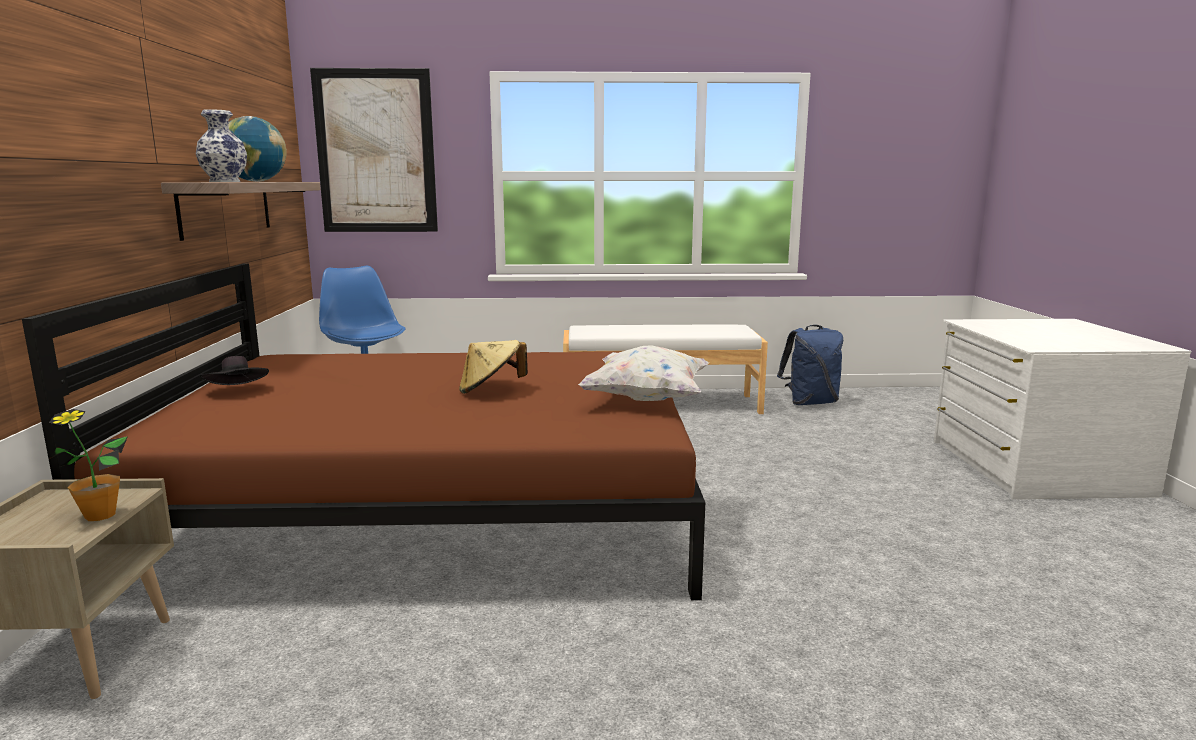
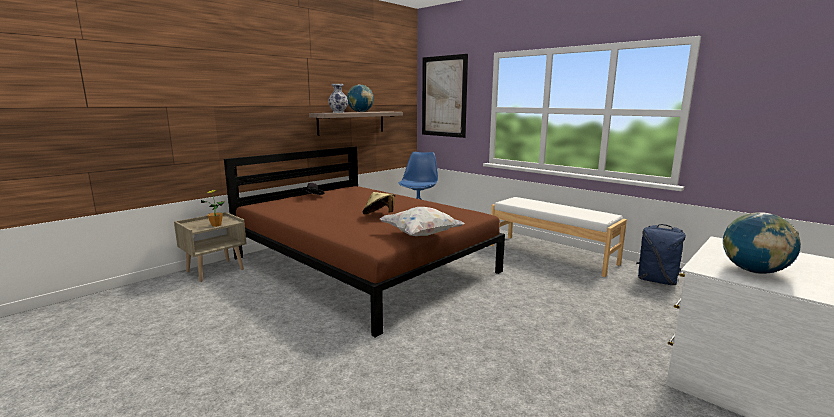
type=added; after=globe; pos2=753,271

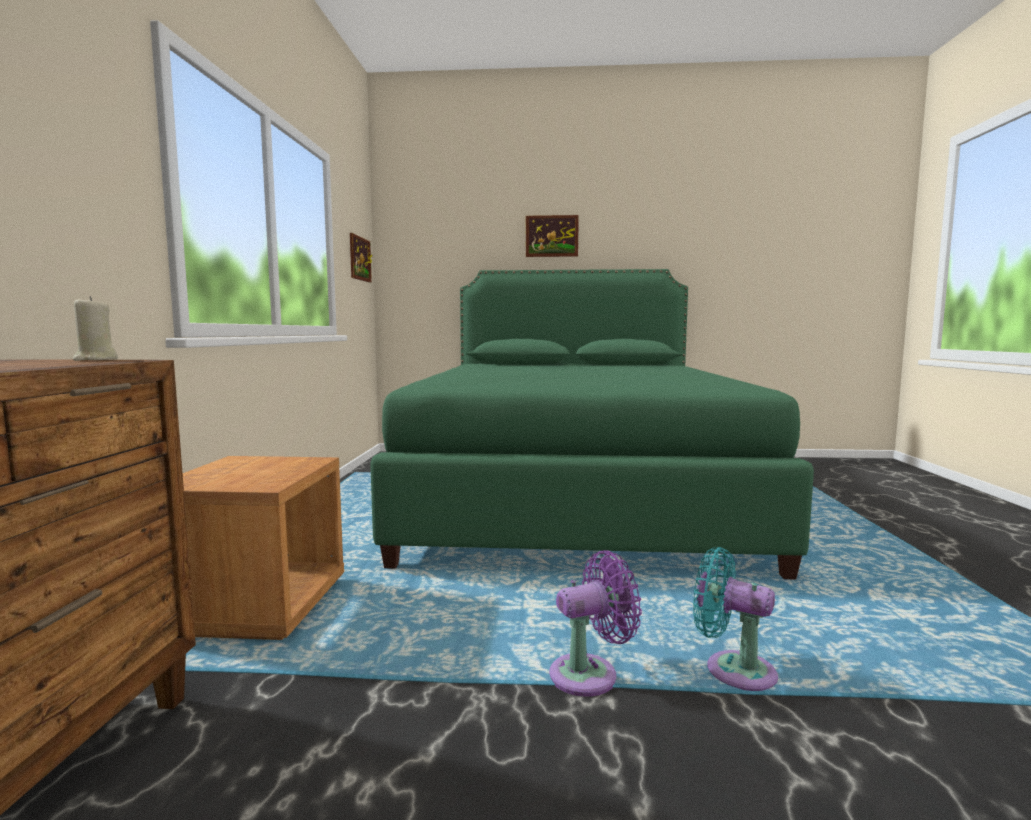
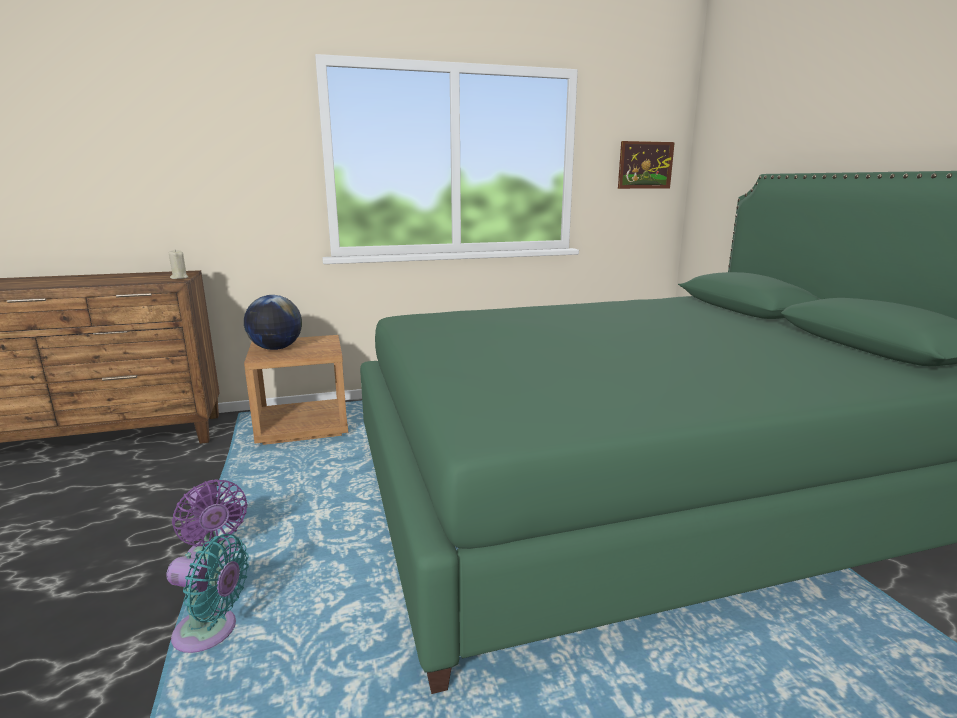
type=removed; before=wall picture; pos1=551,236
type=added; after=globe; pos2=276,348
type=turned; before=fan in turquoise; pos1=733,670; pos2=211,632; turn=90

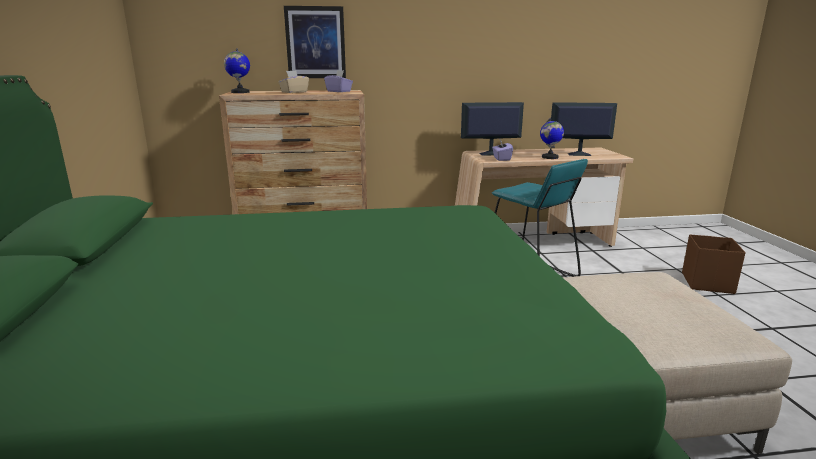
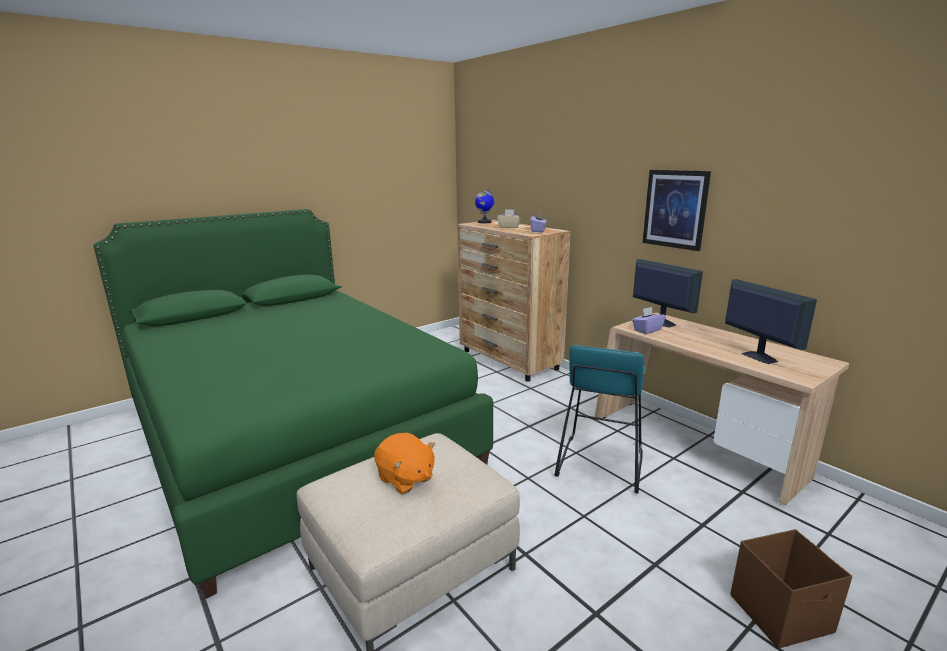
type=removed; before=globe; pos1=549,157
type=added; after=soft toy in orangey; pos2=405,479
type=moved; before=wall picture; pos1=315,43; pos2=675,209

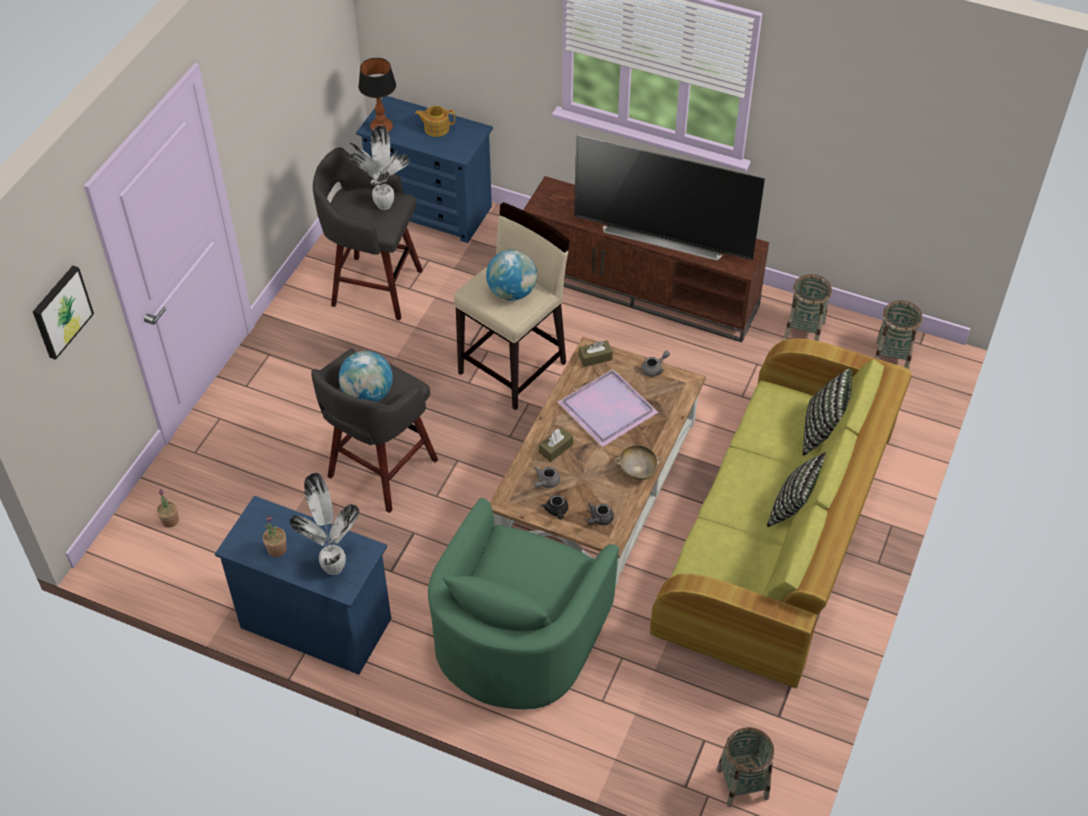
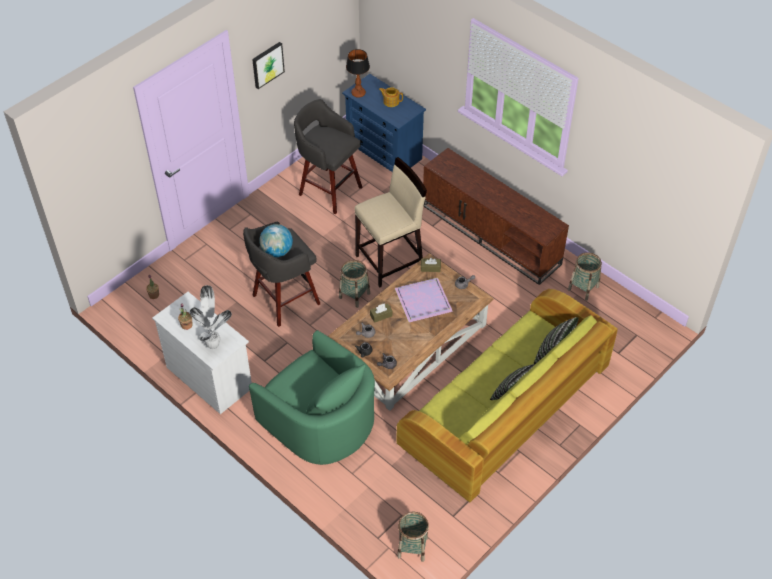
type=removed; before=plant in a pot; pos1=382,205
type=removed; before=globe; pos1=512,292
type=removed; before=TV set; pos1=664,235
type=removed; before=bowl in beige; pos1=637,470
type=moved; before=wall picture; pos1=61,311; pos2=267,64
type=moved; before=basket; pos1=891,356; pos2=354,295
type=recoloured; before=drawer chest in blue; after=drawer chest in whitish; pos1=315,622; pos2=209,377
type=turned; before=armchair in greenish; pos1=517,636; pos2=320,421; turn=-90

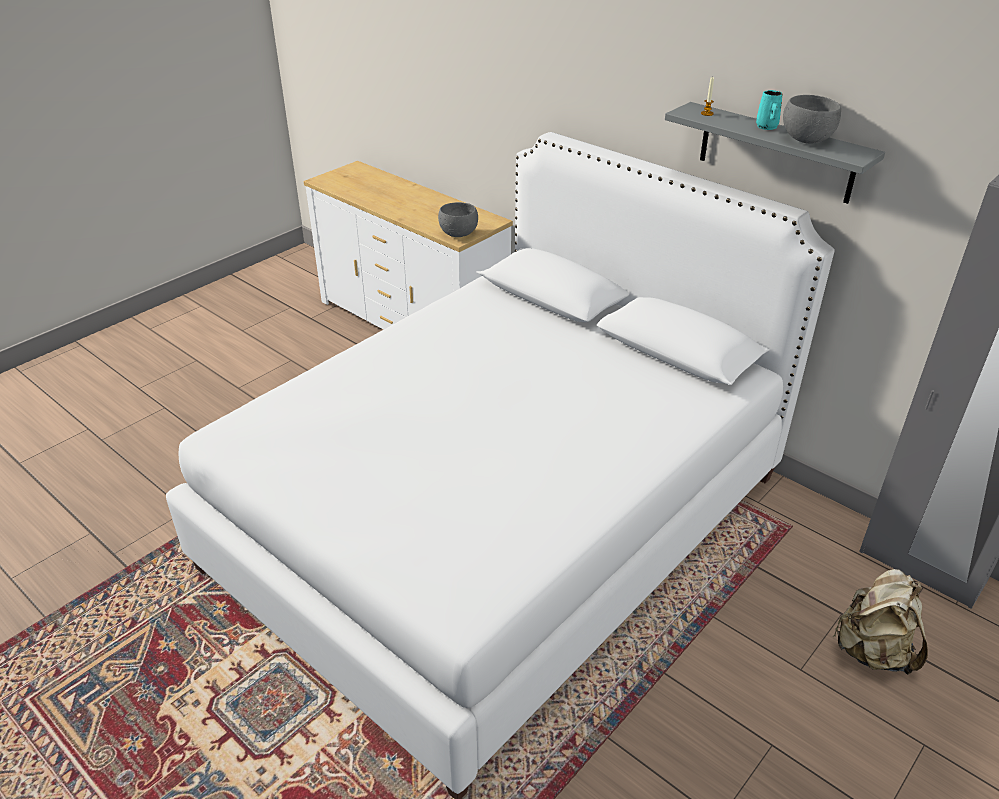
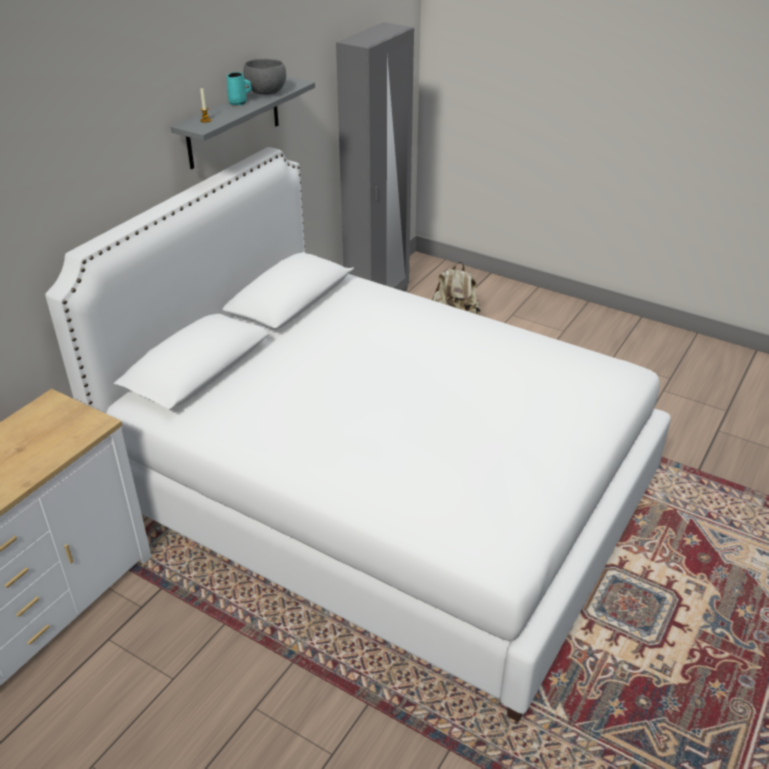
type=removed; before=bowl in gray; pos1=459,234

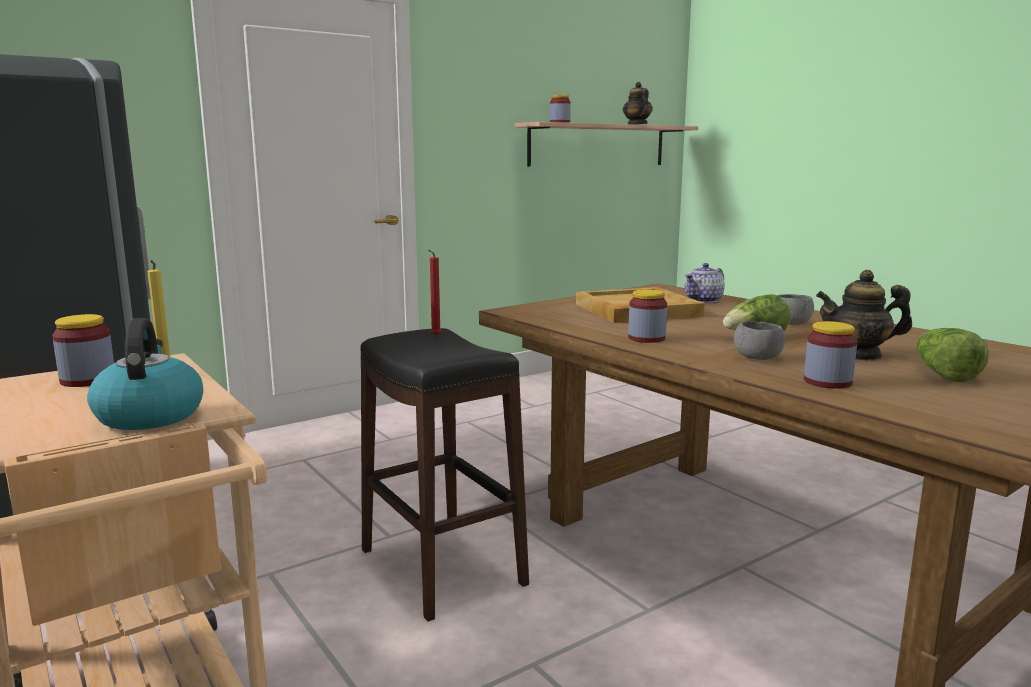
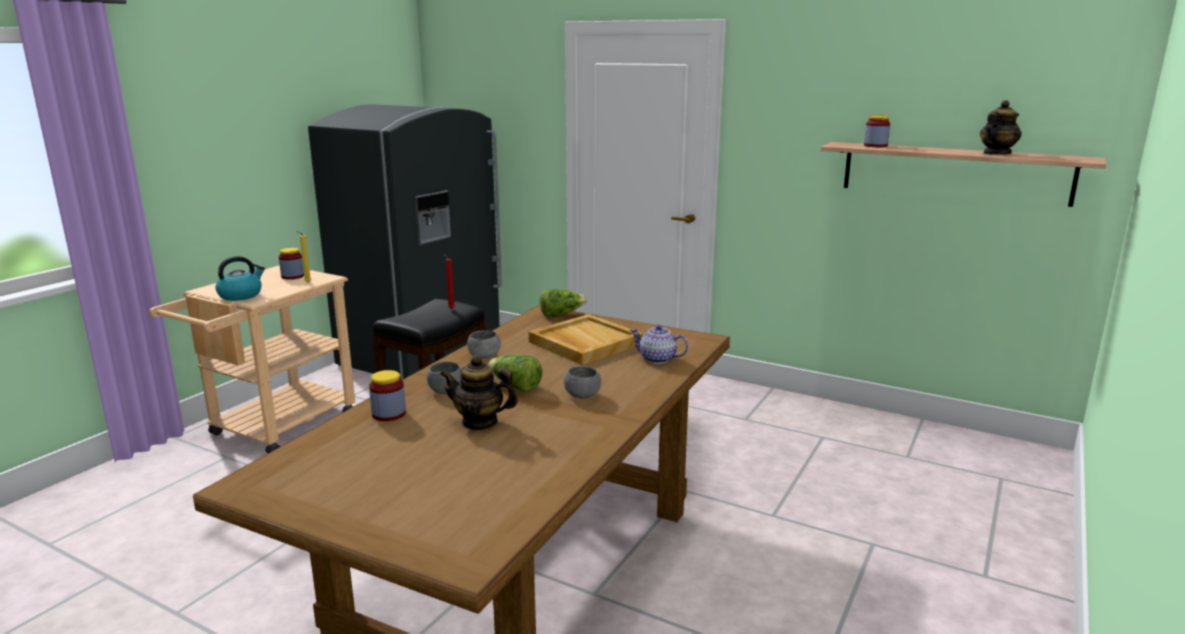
type=moved; before=lettuce; pos1=943,374; pos2=561,314
type=replaced; before=jar; after=bowl in gray; pos1=646,338; pos2=484,356
type=turned; before=teapot; pos1=858,355; pos2=479,422; turn=-60

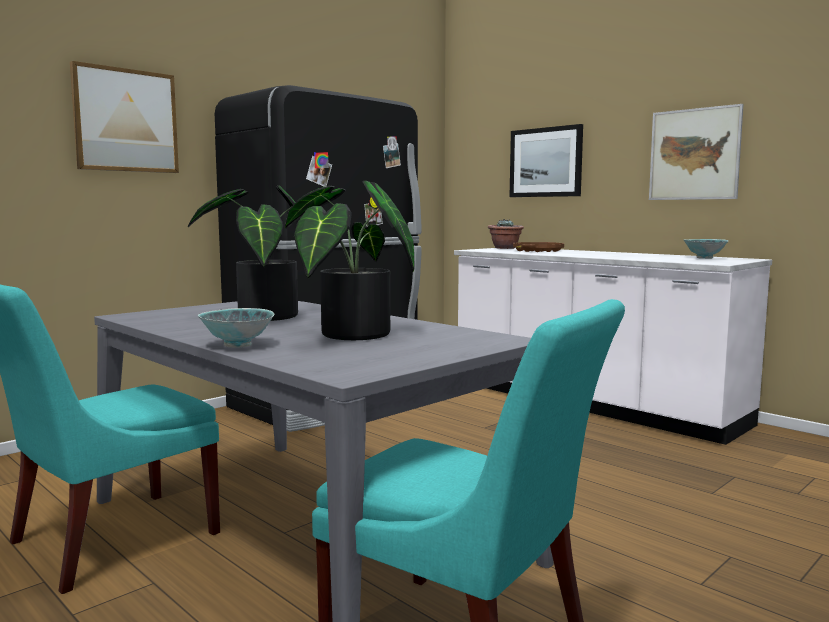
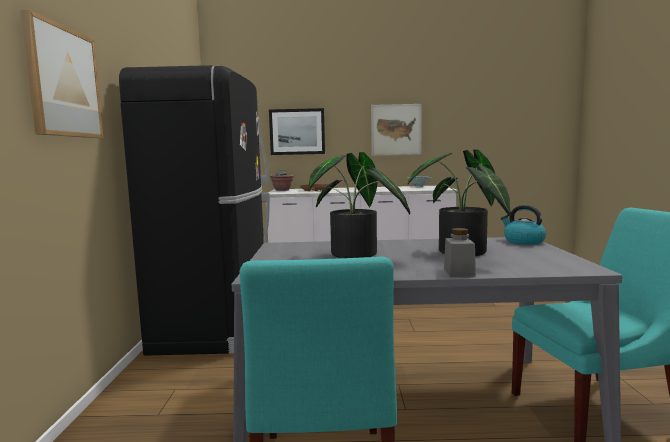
type=added; after=kettle; pos2=523,241
type=replaced; before=bowl; after=jar in gray; pos1=237,345; pos2=459,272

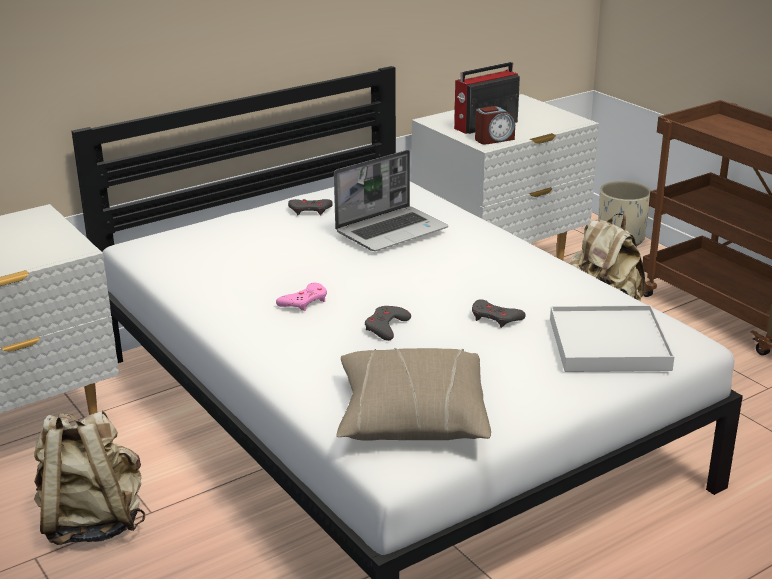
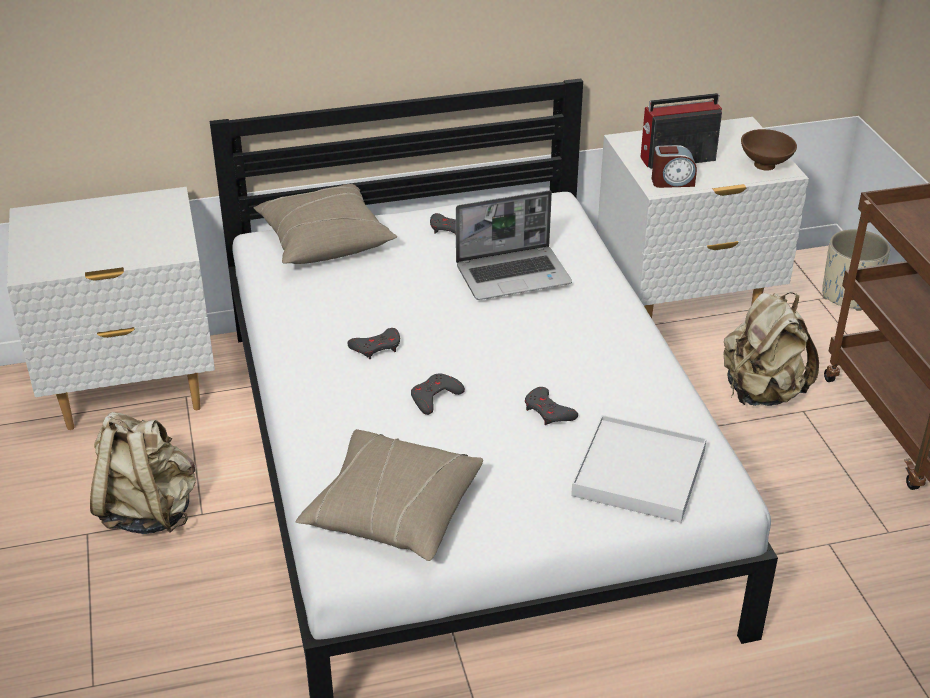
type=added; after=throw pillow in beige; pos2=324,241
type=added; after=bowl in brownish; pos2=766,165
type=recoloured; before=game controller in pink; after=game controller in gray; pos1=304,301; pos2=376,347

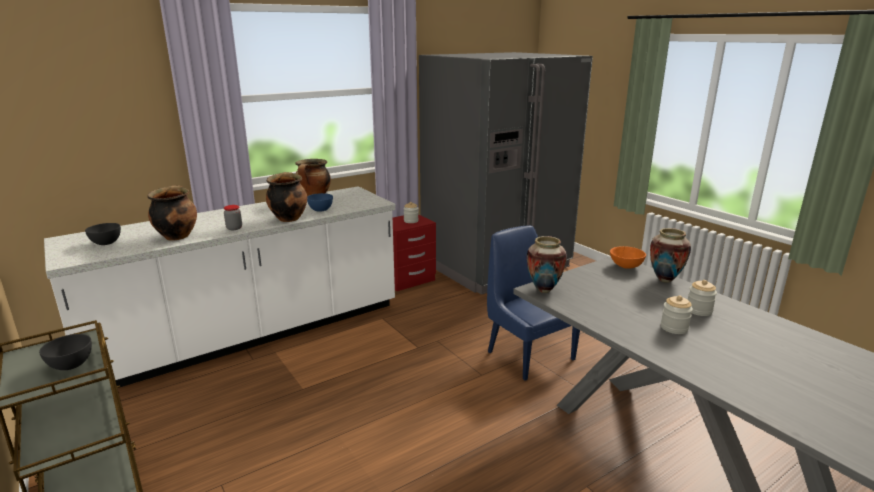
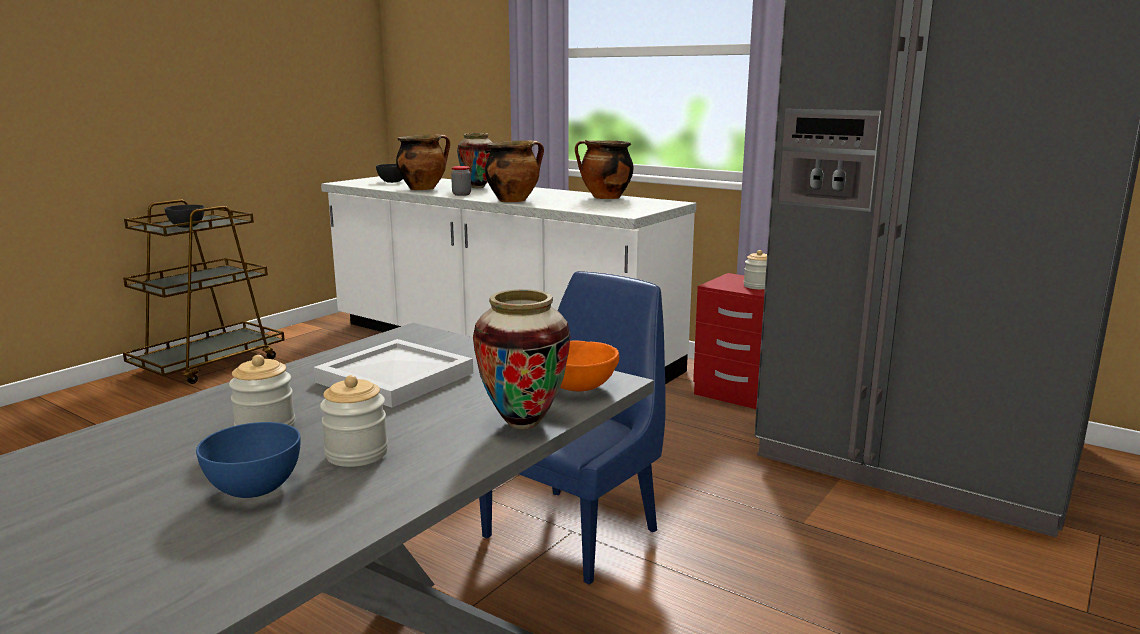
type=added; after=serving tray in whitish; pos2=392,378
type=moved; before=bowl in blue; pos1=320,210; pos2=254,488
type=moved; before=flower vase; pos1=543,290; pos2=477,187

